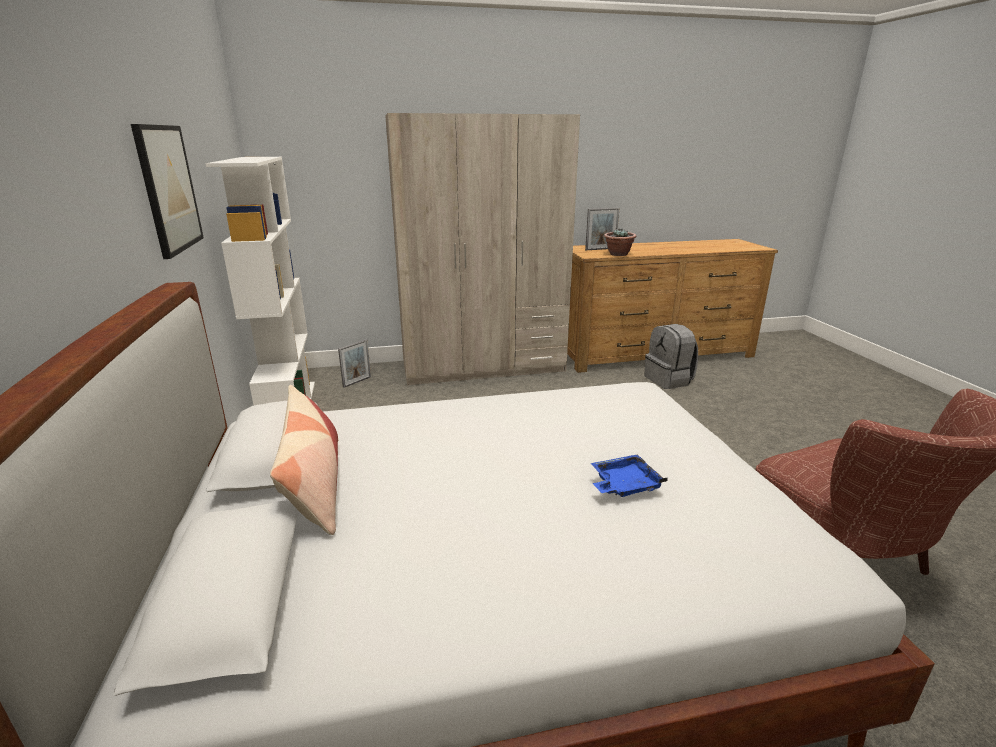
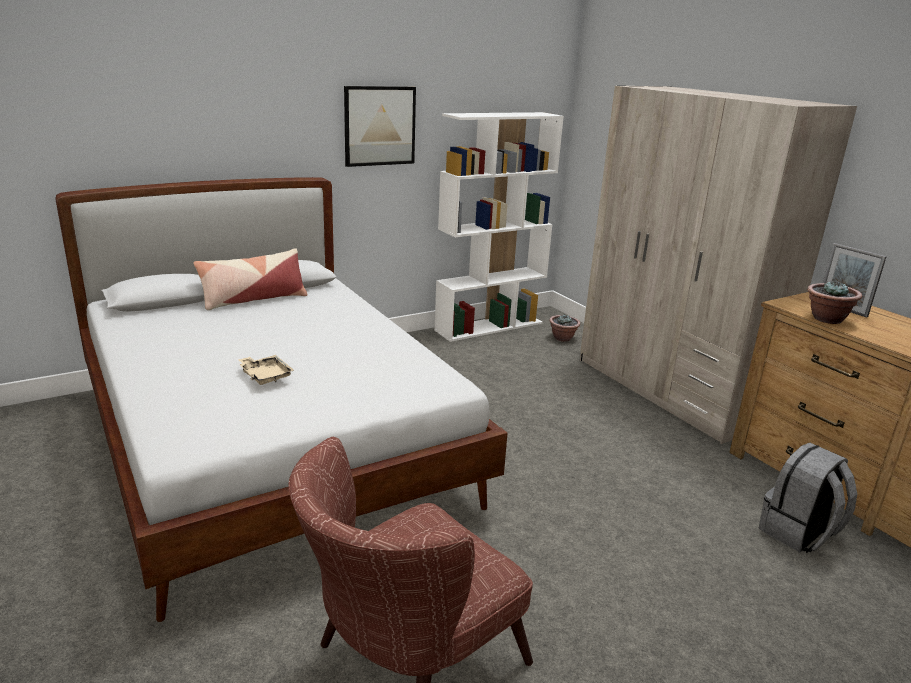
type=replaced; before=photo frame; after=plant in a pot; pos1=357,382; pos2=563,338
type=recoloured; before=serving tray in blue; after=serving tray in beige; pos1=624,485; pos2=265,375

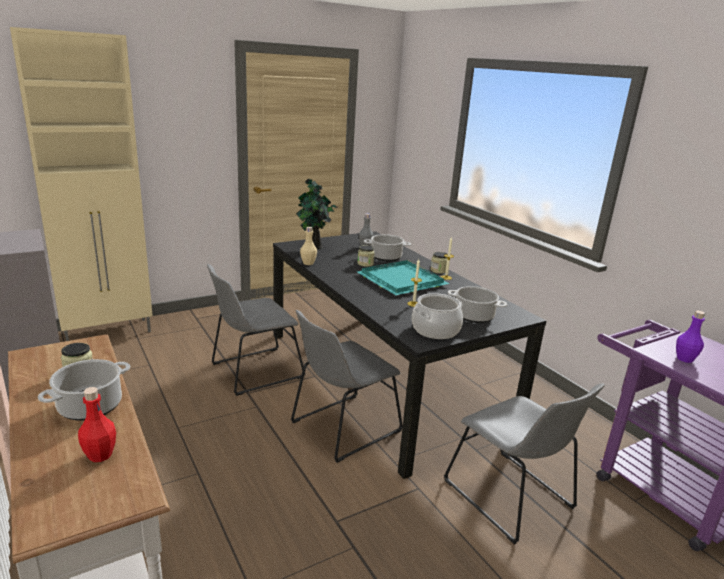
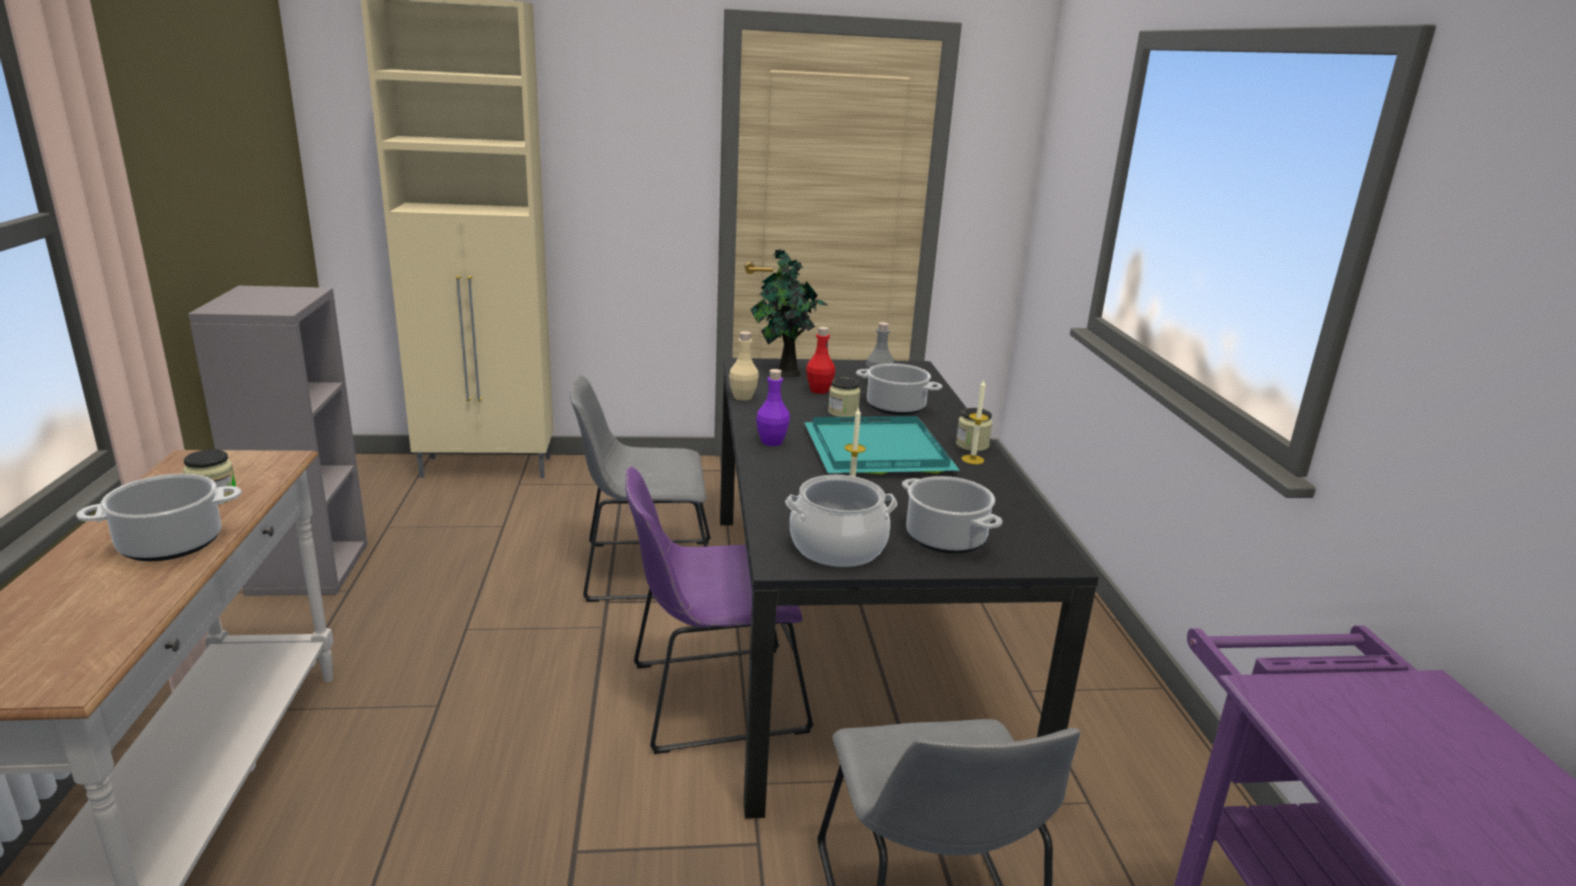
type=moved; before=beverage bottle in red; pos1=100,455; pos2=819,390
type=moved; before=beverage bottle in purplish; pos1=684,359; pos2=772,442
type=recoloured; before=chair in gray; after=chair in purplish; pos1=342,428; pos2=710,698

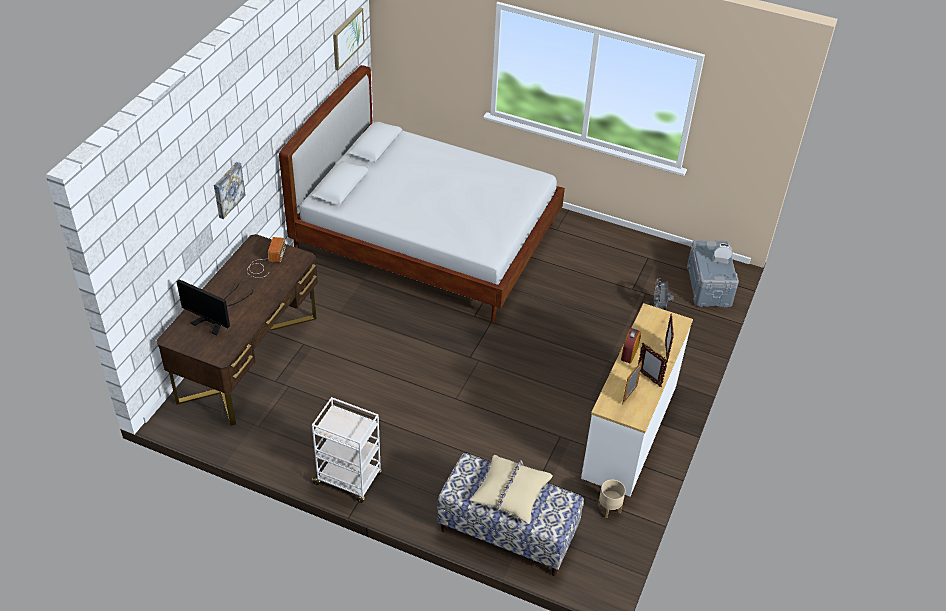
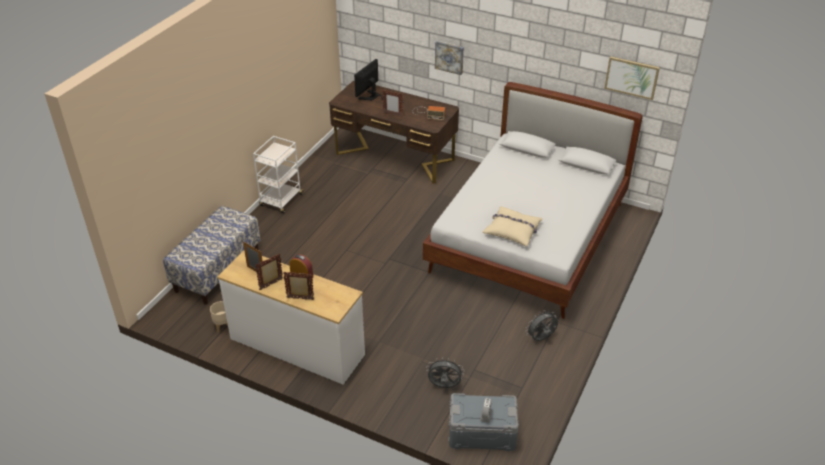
type=added; after=photo frame; pos2=392,114
type=added; after=fan in gray; pos2=541,339
type=moved; before=throw pillow in beige; pos1=511,492; pos2=513,230

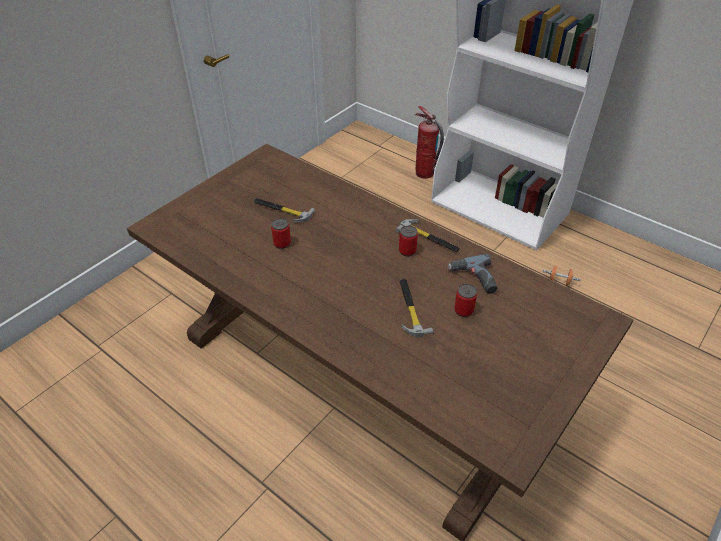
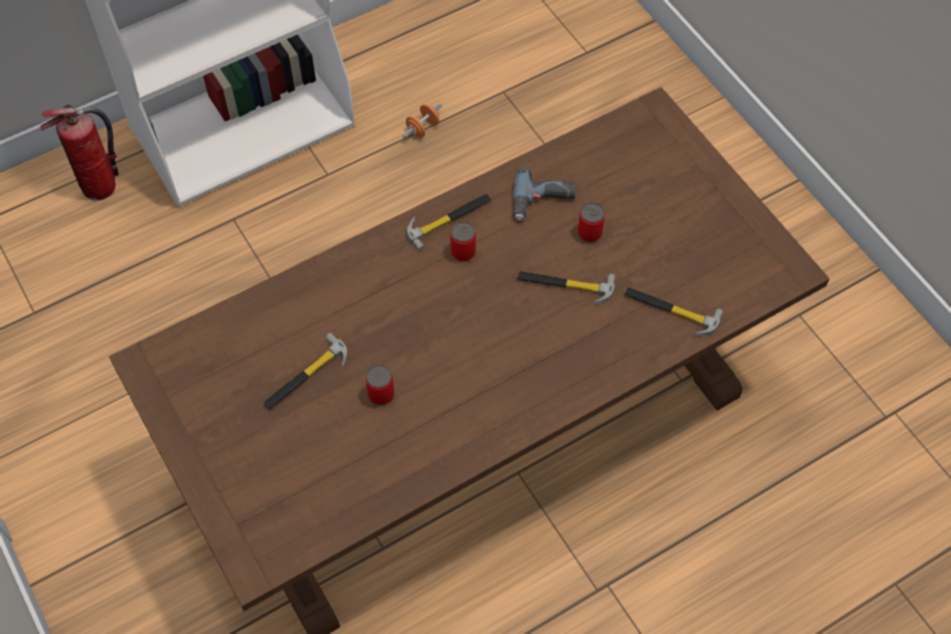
type=added; after=hand hammer; pos2=670,311

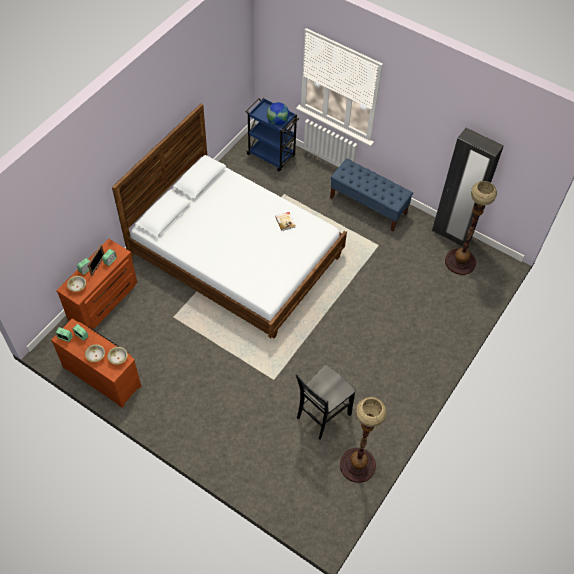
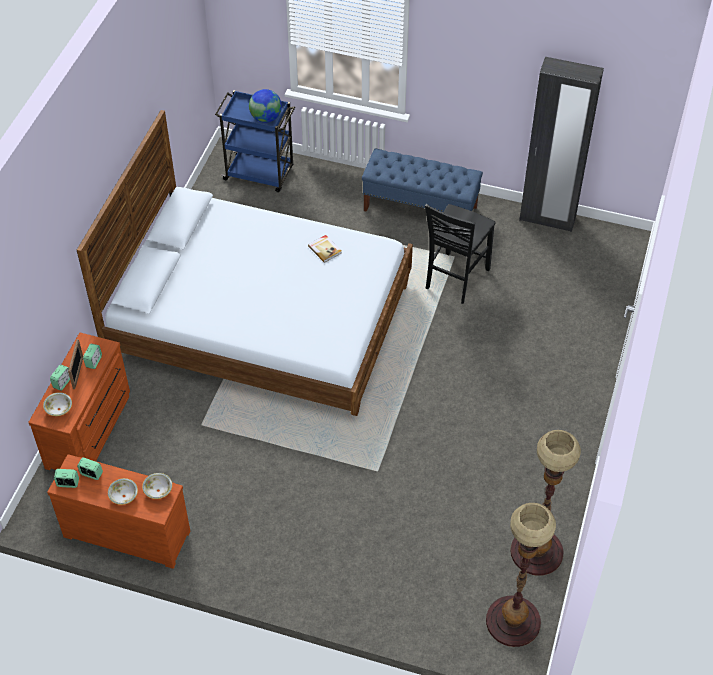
type=moved; before=chair in blackish; pos1=322,416; pos2=455,279
type=moved; before=standing lamp; pos1=460,262; pos2=513,621

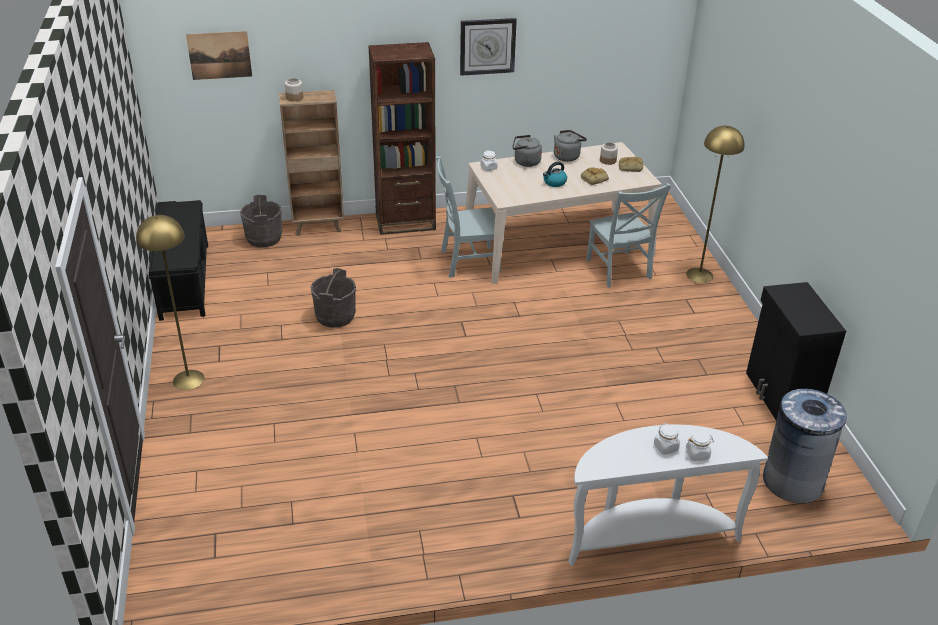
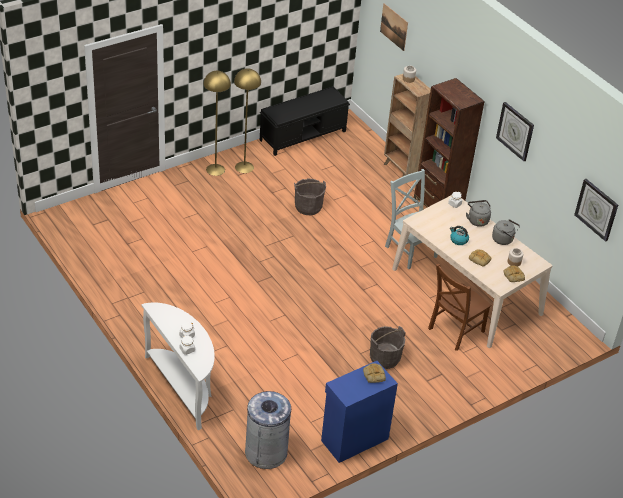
type=added; after=bread; pos2=373,375
type=added; after=hanging clock; pos2=596,209
type=moved; before=bucket in gray; pos1=264,238; pos2=384,358
type=moved; before=standing lamp in yellowish; pos1=699,275; pos2=244,167
type=recoloured; before=chair in gray; after=chair in brownish; pos1=619,270; pos2=454,331
type=recoloured; before=cupboard in blackish; after=cupboard in blue; pos1=780,396; pos2=353,439

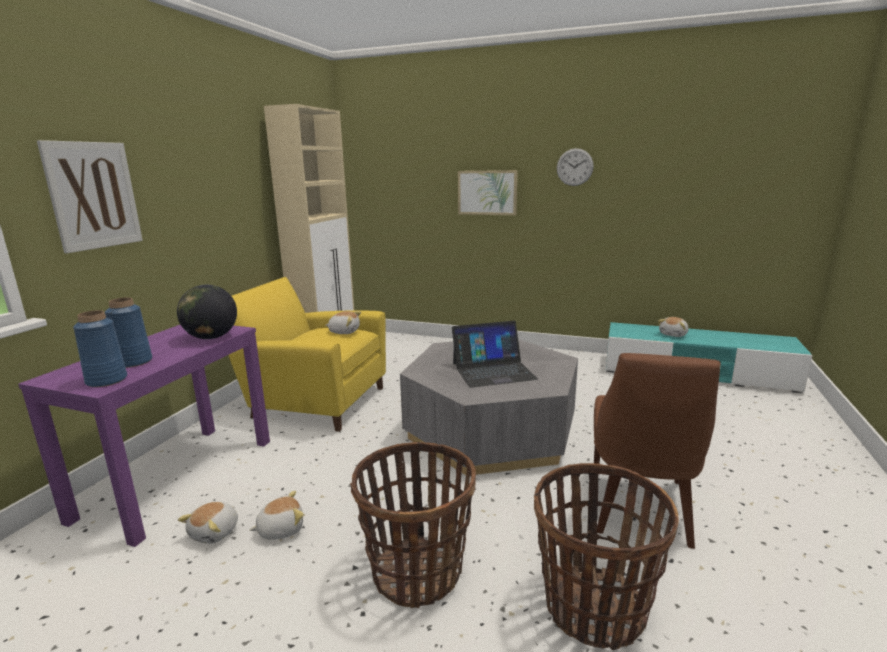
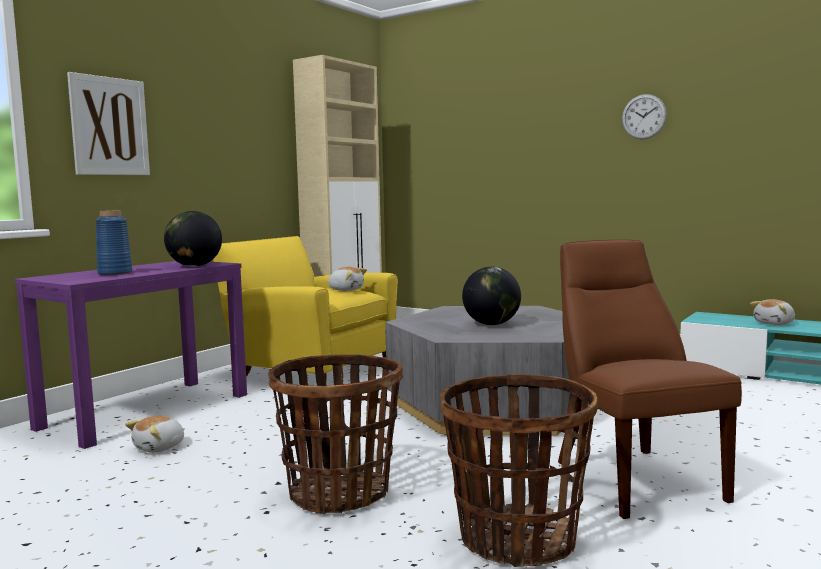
type=removed; before=flower vase in blue; pos1=107,380
type=removed; before=soft toy; pos1=280,529
type=removed; before=wall picture; pos1=487,192
type=replaced; before=laptop; after=globe; pos1=493,371; pos2=491,324
type=turned; before=chair in brownish; pos1=639,509; pos2=633,477; turn=135

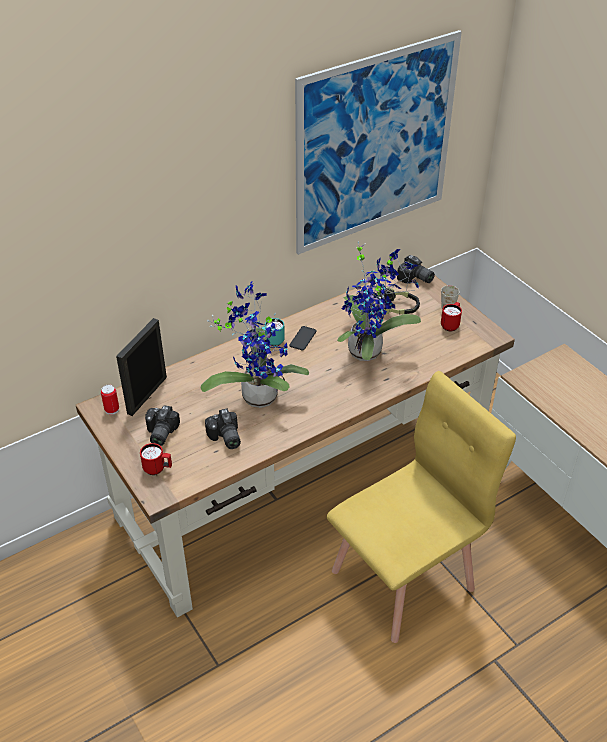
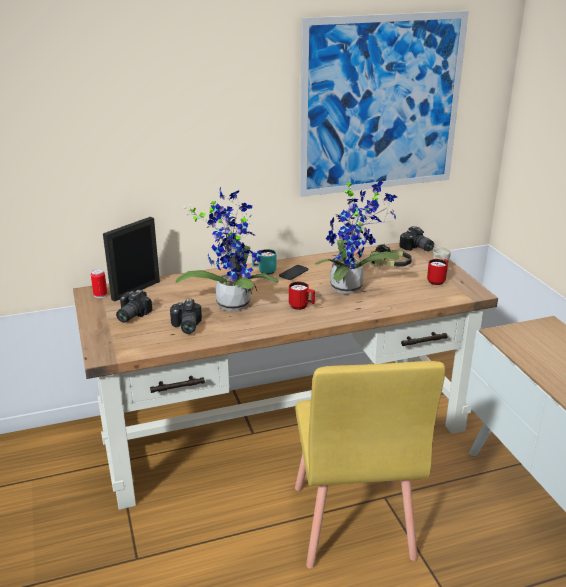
type=moved; before=mug in red; pos1=158,469; pos2=301,306
type=turned; before=chair in yellowish; pos1=404,579; pos2=351,522; turn=105

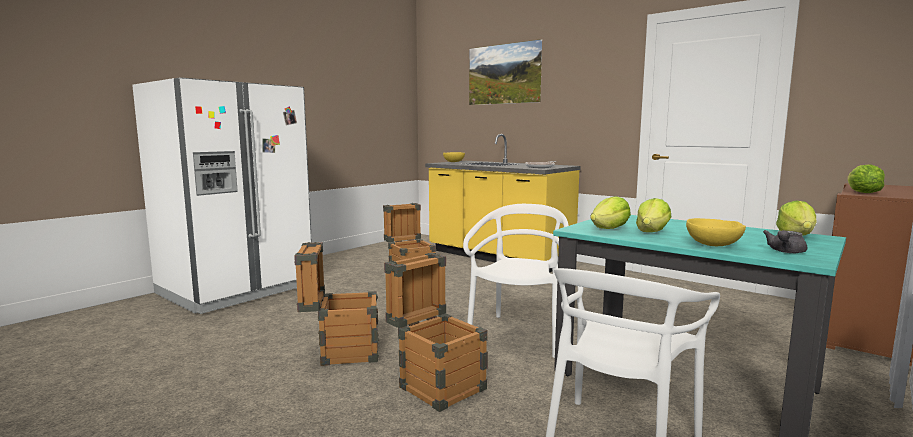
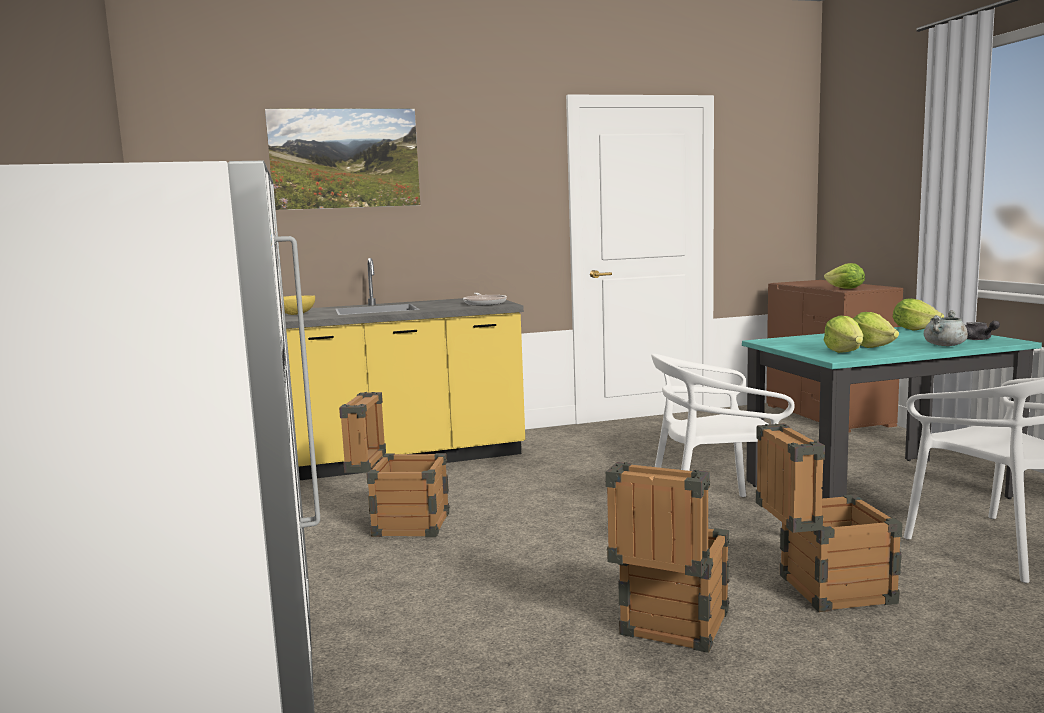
type=replaced; before=bowl in yellowish; after=cooking pot in gray; pos1=713,245; pos2=944,345
type=turned; before=chair in whitish; pos1=519,335; pos2=715,518; turn=-60

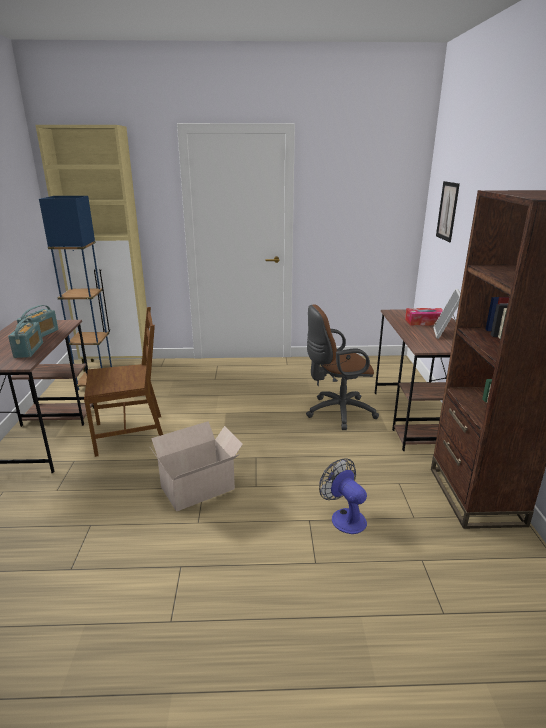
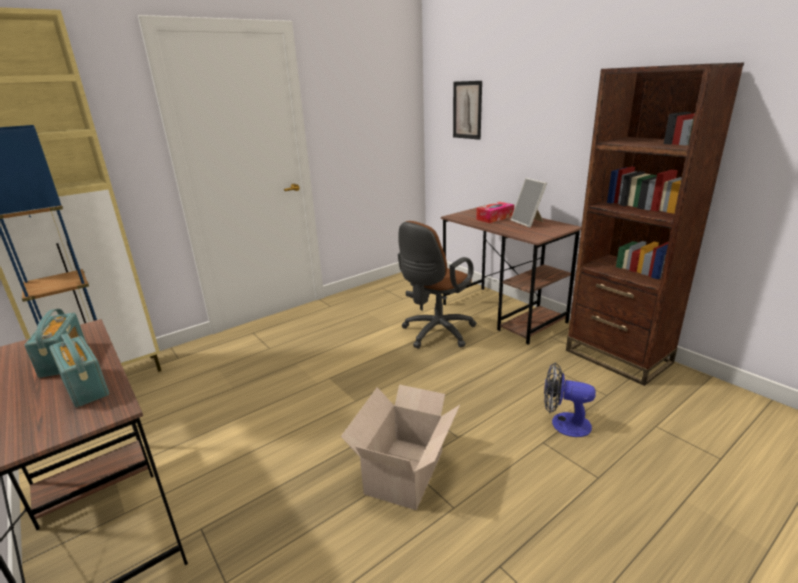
type=removed; before=chair in brownish; pos1=131,433

